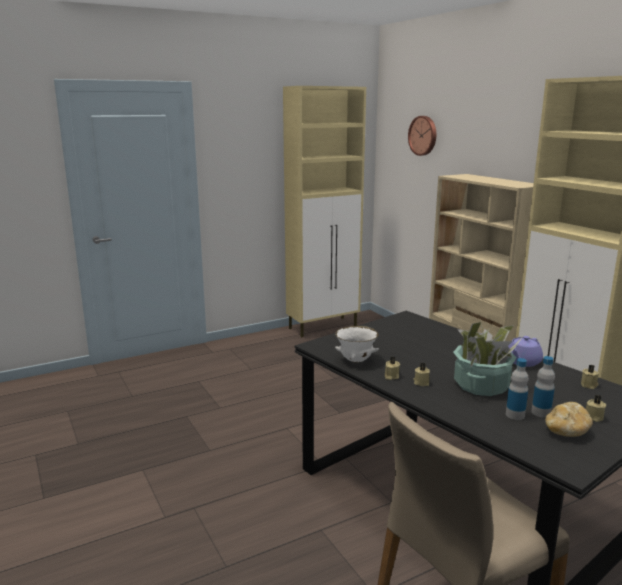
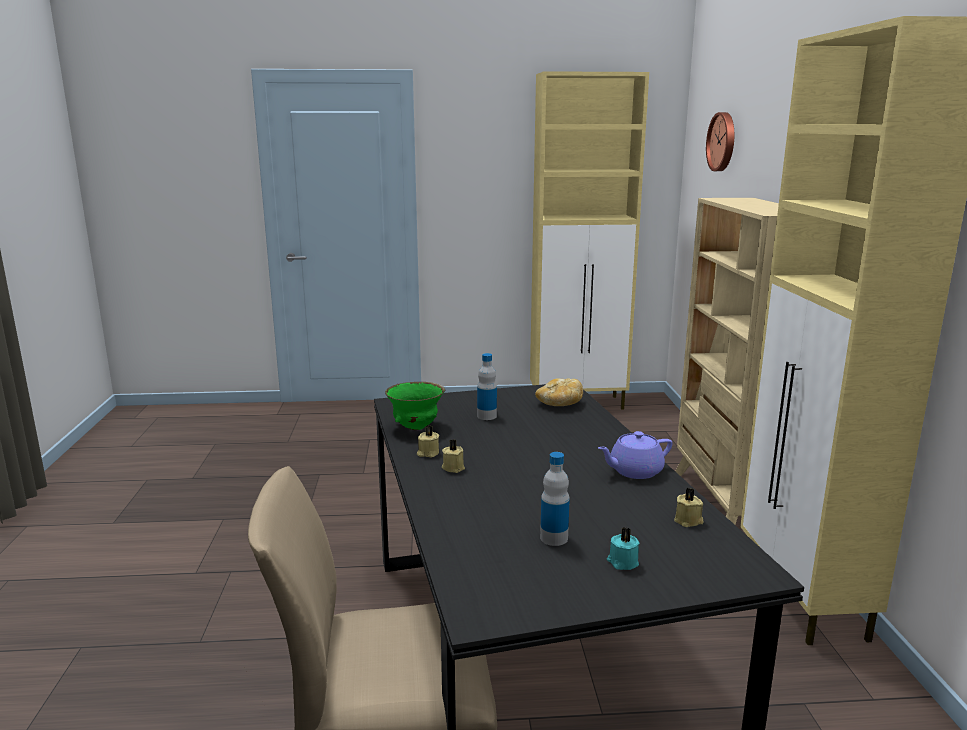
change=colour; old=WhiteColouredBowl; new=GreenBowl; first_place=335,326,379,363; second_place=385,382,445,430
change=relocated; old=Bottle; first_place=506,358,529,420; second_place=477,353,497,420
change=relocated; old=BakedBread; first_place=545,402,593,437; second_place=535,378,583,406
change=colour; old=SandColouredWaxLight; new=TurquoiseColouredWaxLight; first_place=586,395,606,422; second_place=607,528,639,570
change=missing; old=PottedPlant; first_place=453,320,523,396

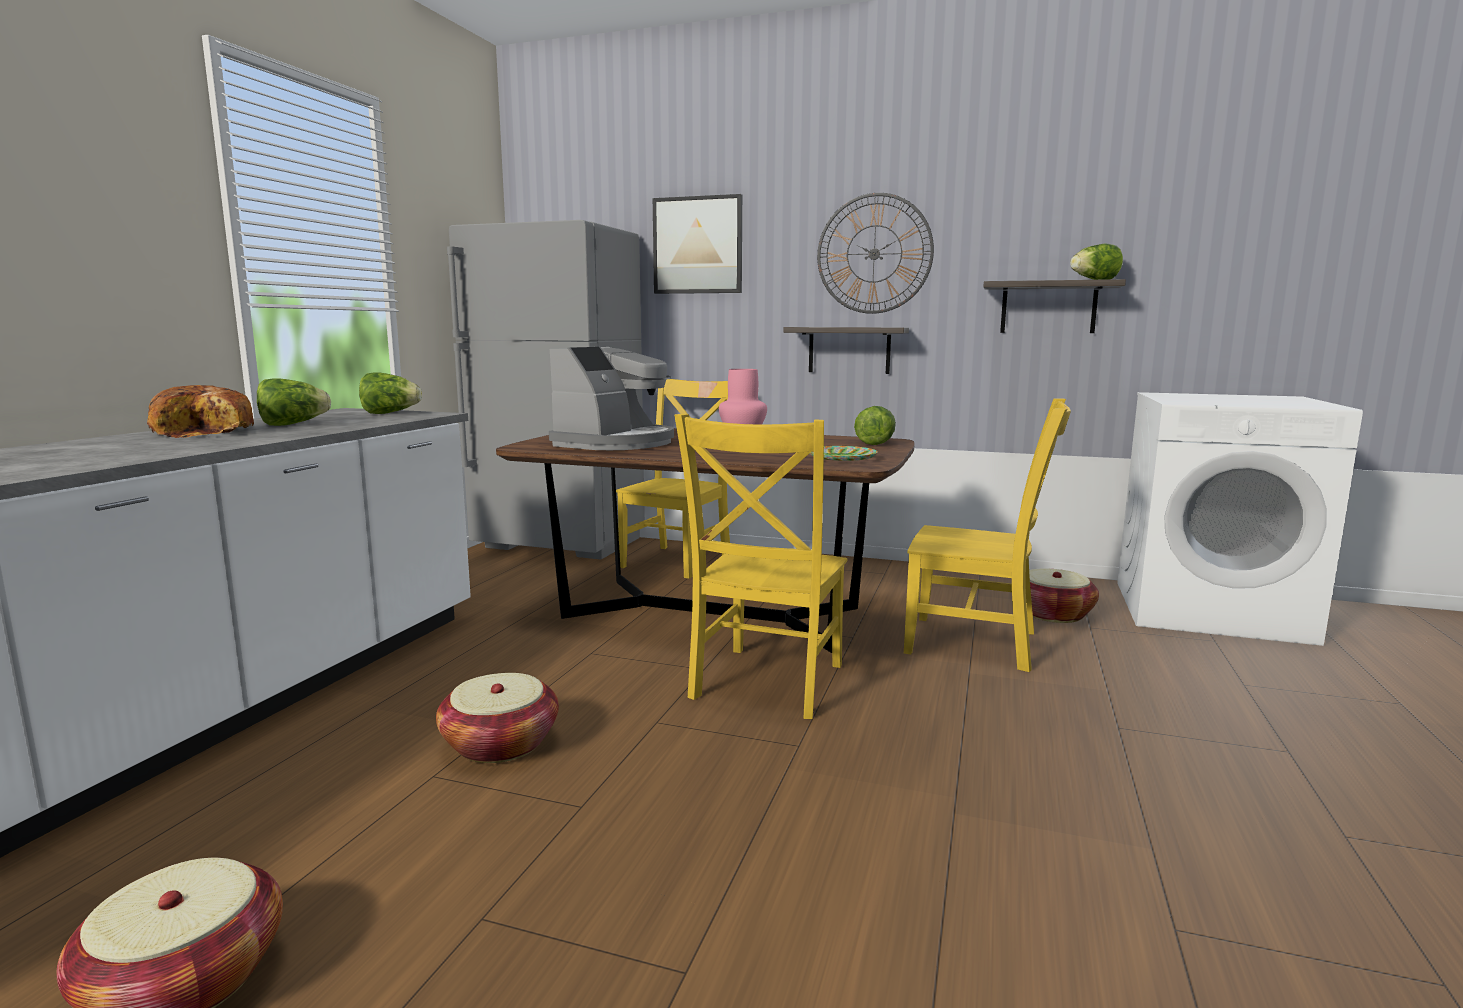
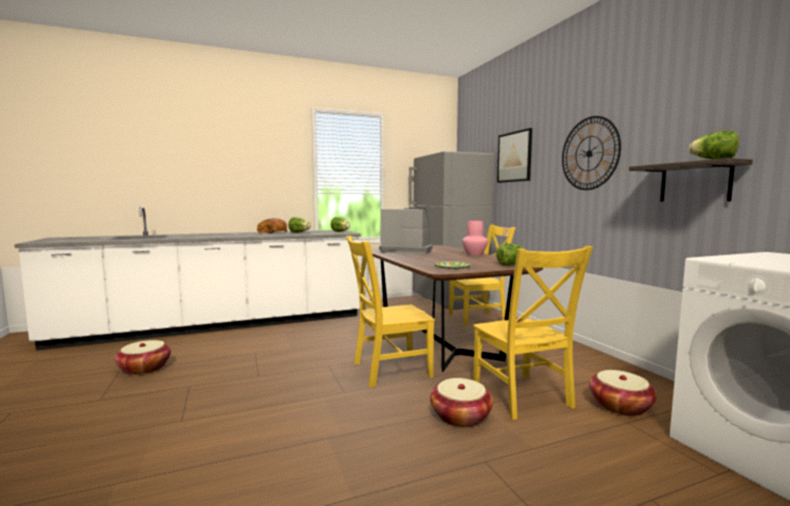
change=spun; old=CoffeeMachine; first_place=549,347,674,450; second_place=379,208,433,254; degrees=-150
change=relocated; old=StorageBasket; first_place=436,673,559,763; second_place=430,378,493,427
change=missing; old=Shelf; first_place=784,327,909,374

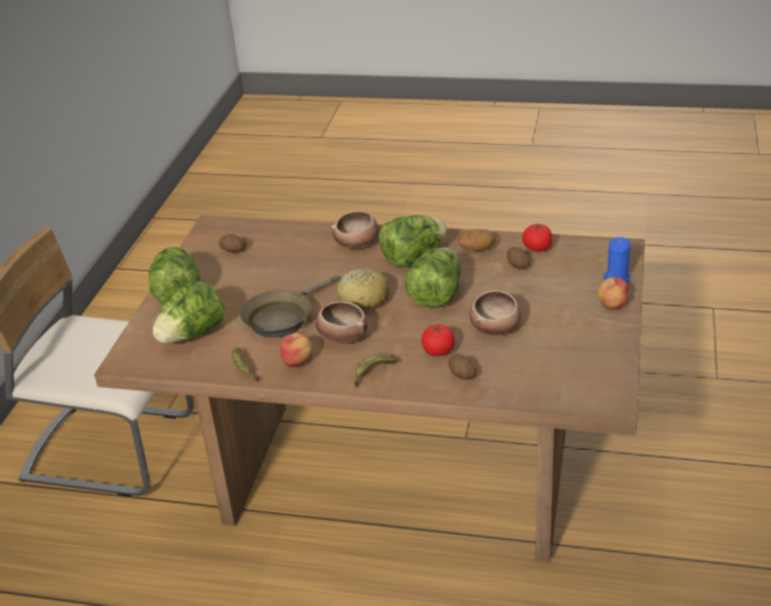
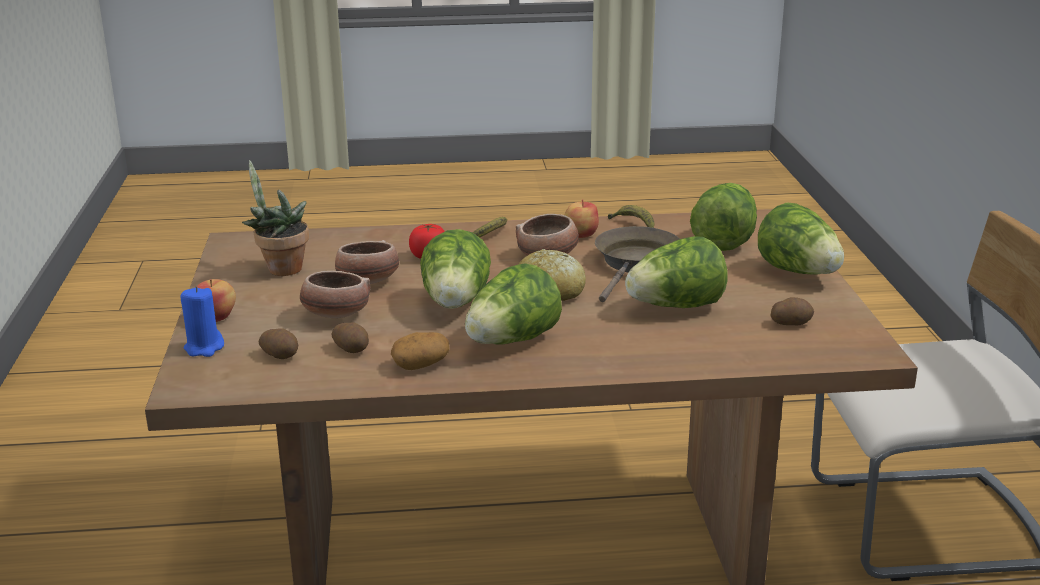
change=appeared; new=PottedPlant; second_place=242,160,309,276
change=relocated; old=Spud; first_place=448,354,477,380; second_place=259,328,298,359
change=relocated; old=Bowl; first_place=331,211,379,249; second_place=300,271,370,318
change=appeared; new=HeadOfLettuce; second_place=625,236,728,308
change=missing; old=WholeTomato; first_place=522,223,553,252

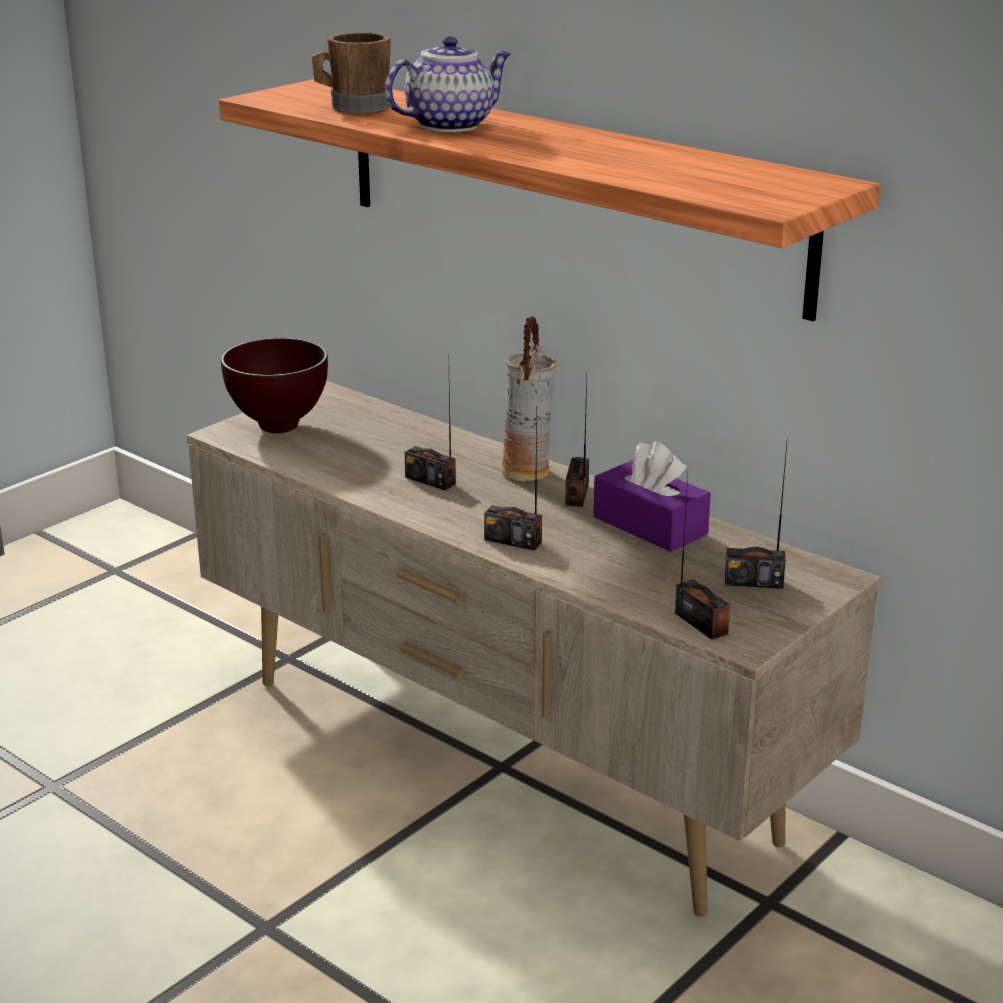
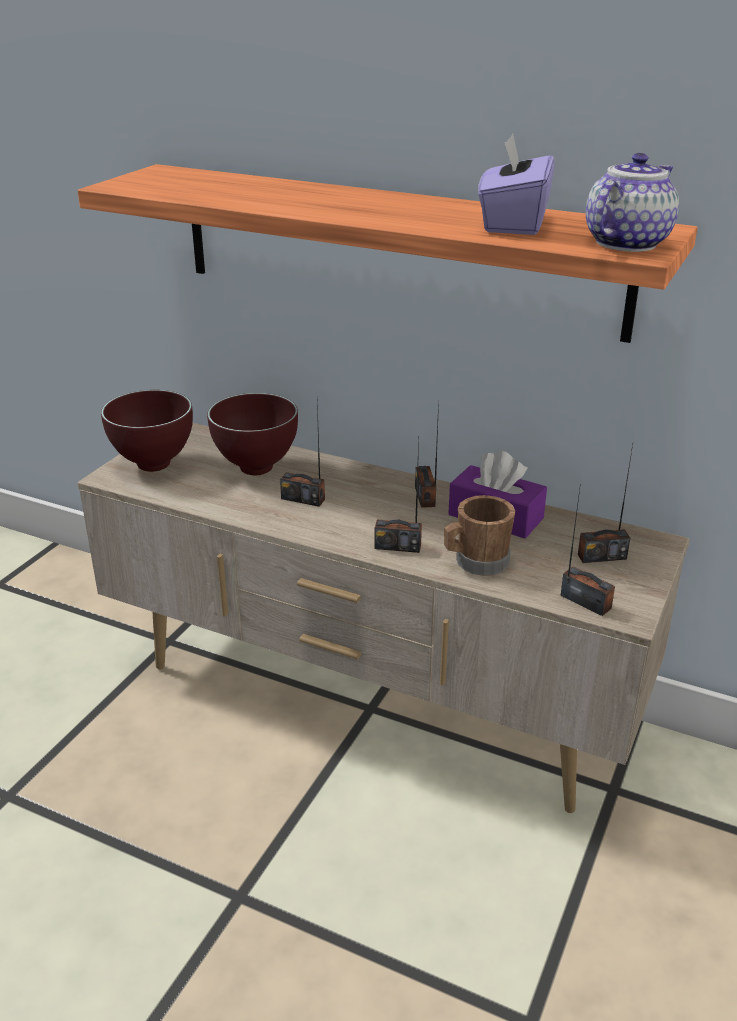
change=appeared; new=BrownishBowl; second_place=207,393,298,475
change=relocated; old=BrownishMug; first_place=312,32,391,114; second_place=444,495,515,576
change=appeared; new=PurplishTissueBox; second_place=478,133,555,235
change=relocated; old=PotForTea; first_place=385,36,511,132; second_place=586,153,679,252
change=missing; old=FlowerVase; first_place=501,317,556,481

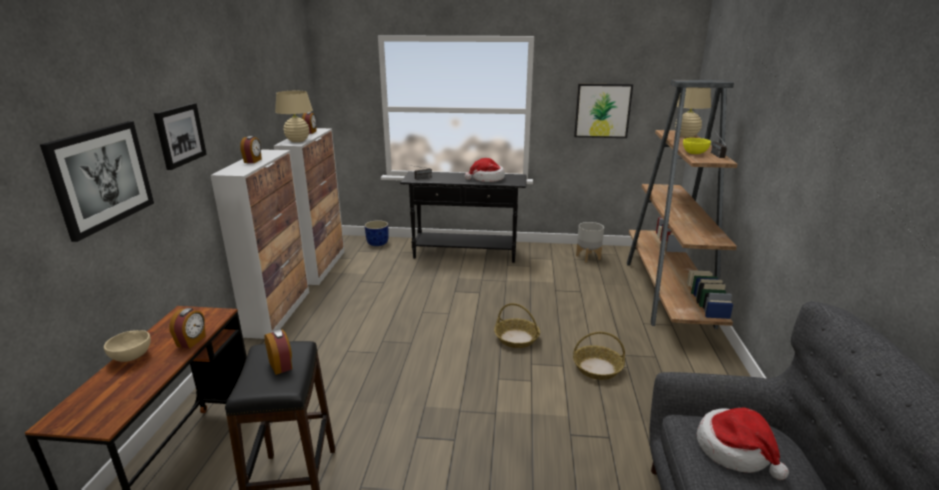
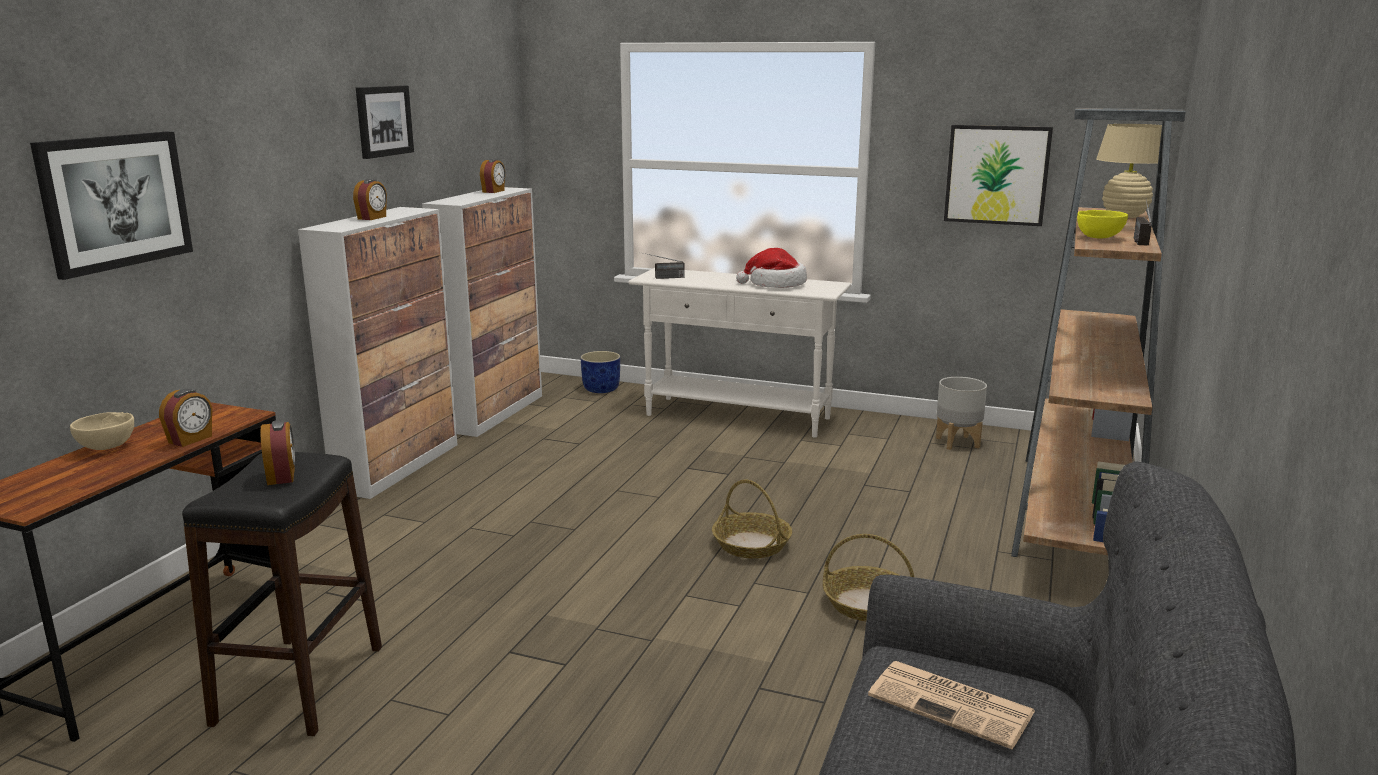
change=relocated; old=WallArt; first_place=154,103,207,170; second_place=356,85,414,159
change=colour; old=BlackNarrowTable; new=WhiteColouredNarrowTable; first_place=400,171,526,263; second_place=628,268,851,438
change=exchanged; old=WearableHat; new=PrintedPaper; first_place=697,408,789,480; second_place=868,661,1035,749
change=missing; old=SandColouredTableLamp; first_place=275,91,313,142

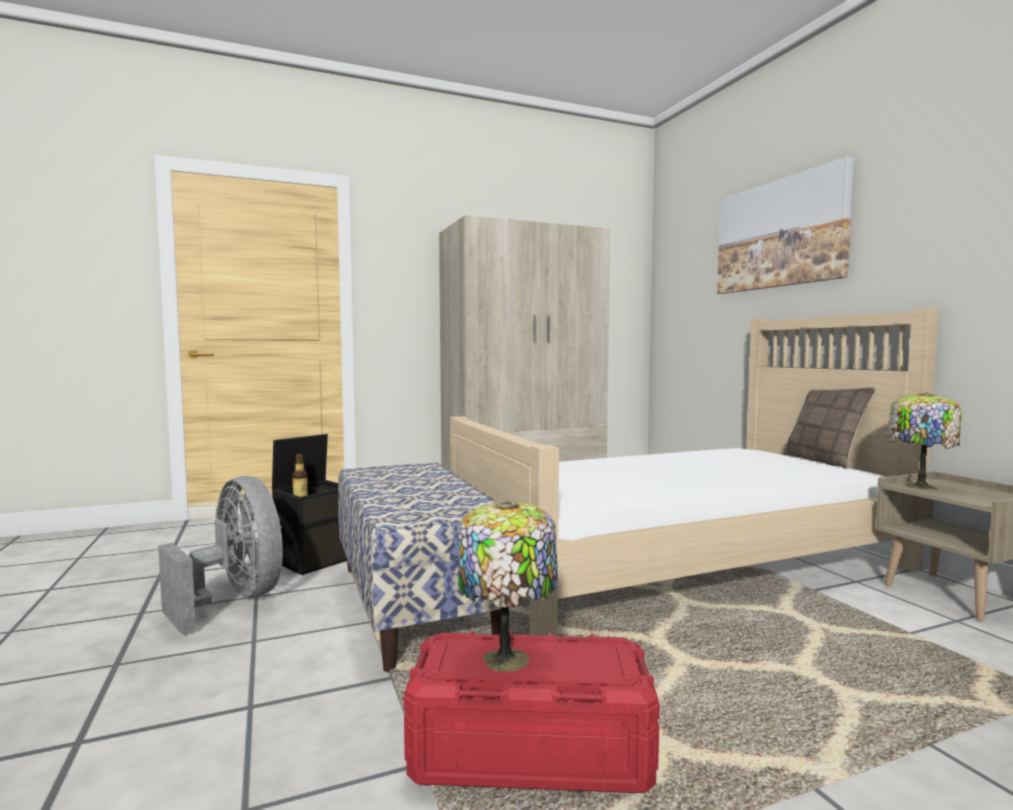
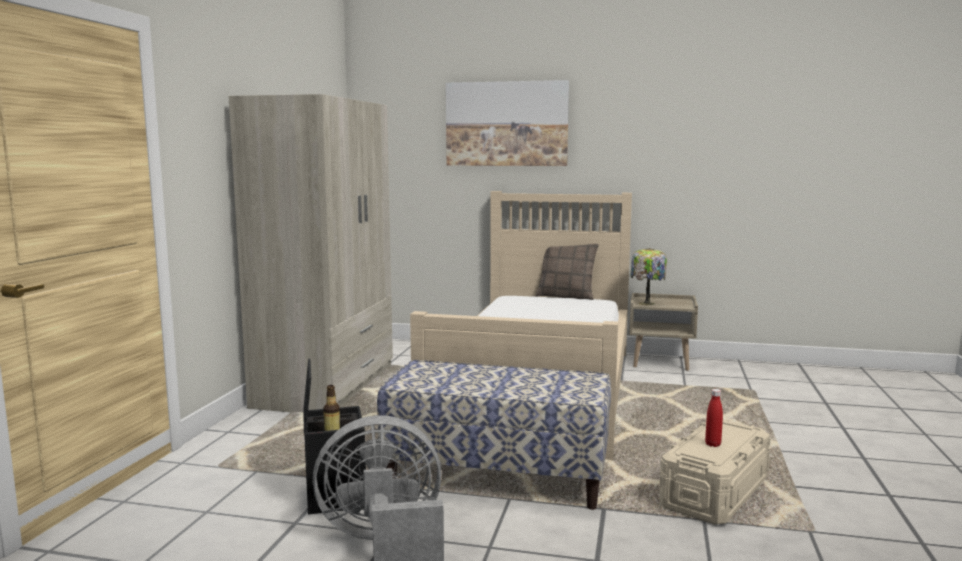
change=colour; old=ReddishStorageContainer; new=SandColouredStorageContainer; first_place=404,631,660,793; second_place=659,419,771,525
change=exchanged; old=TableLamp; new=ReddishBottle; first_place=457,501,558,672; second_place=705,389,723,447

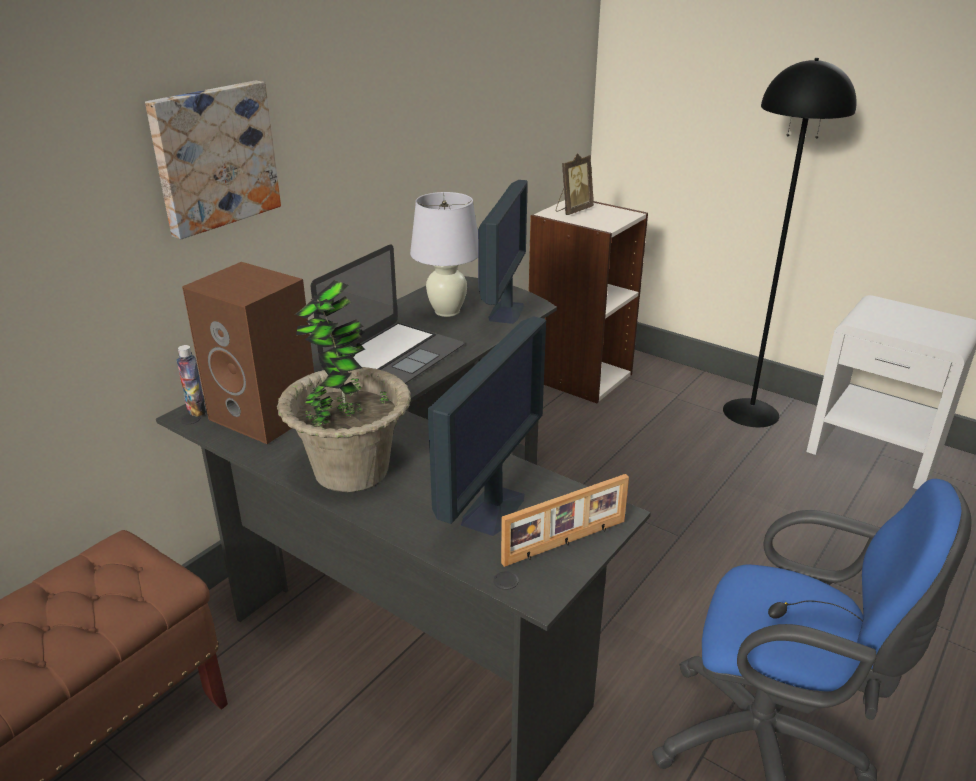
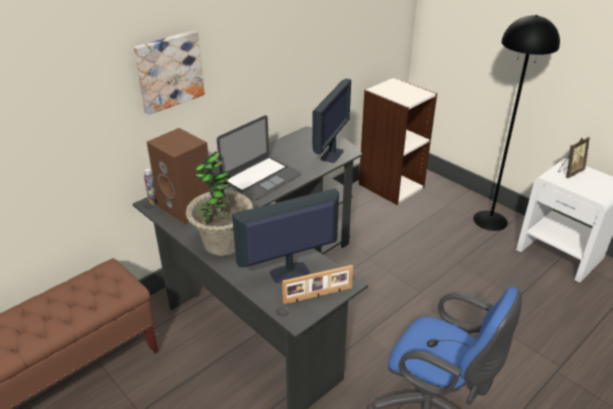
change=spun; old=Monitor; first_place=428,316,546,536; second_place=232,188,339,283; degrees=-150
change=relocated; old=PictureFrame; first_place=556,153,594,215; second_place=558,137,590,178
change=missing; old=WhiteColouredTableLamp; first_place=410,192,478,317

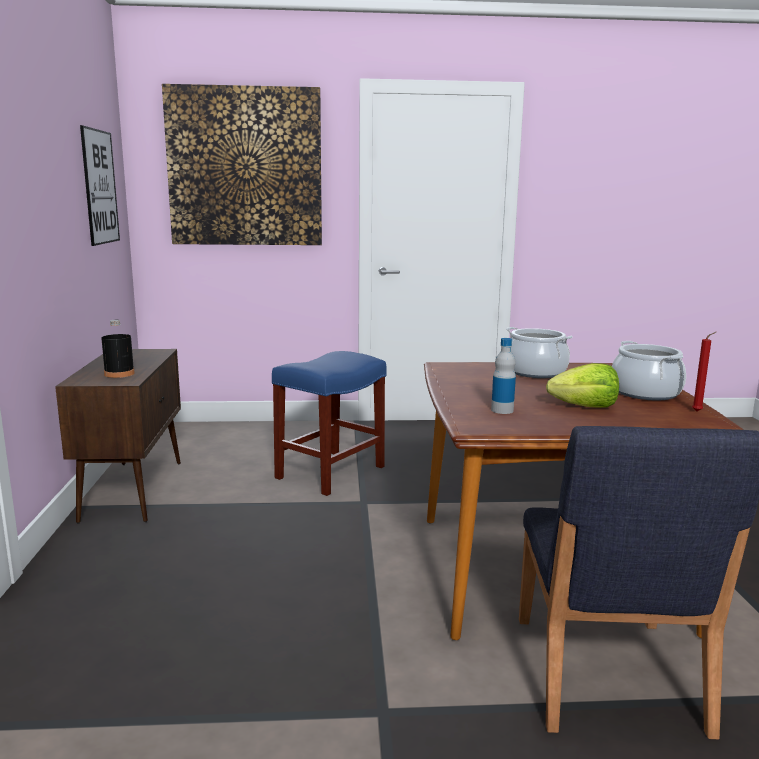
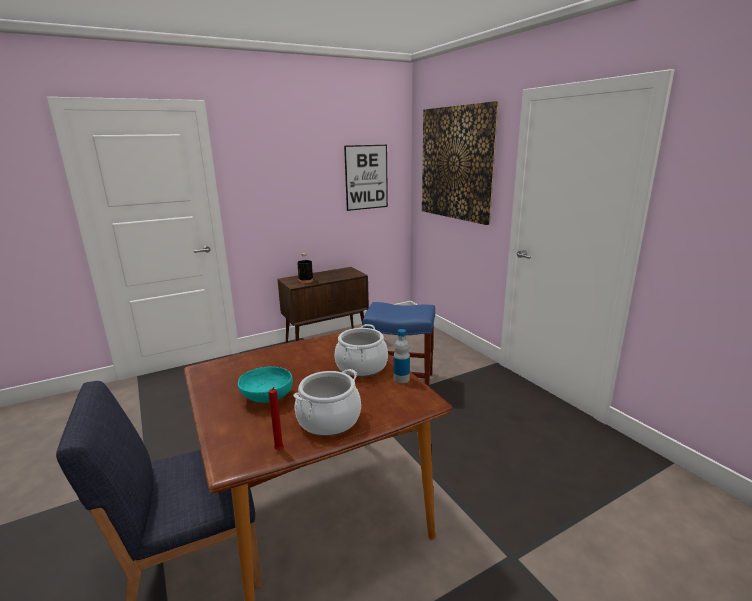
change=exchanged; old=HeadOfLettuce; new=TurquoiseColouredBowl; first_place=546,363,619,408; second_place=238,367,293,403
change=relocated; old=Bottle; first_place=491,338,516,414; second_place=394,329,410,383

